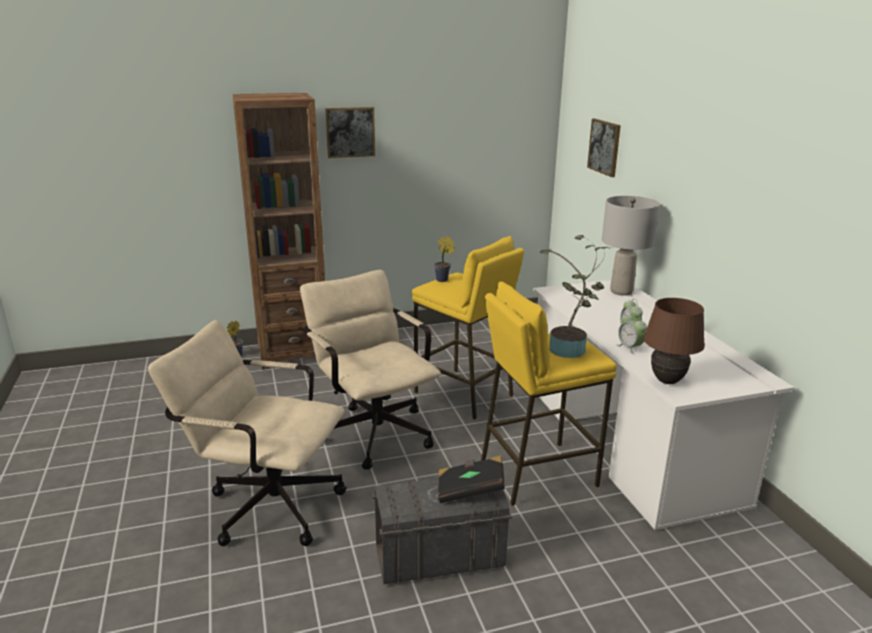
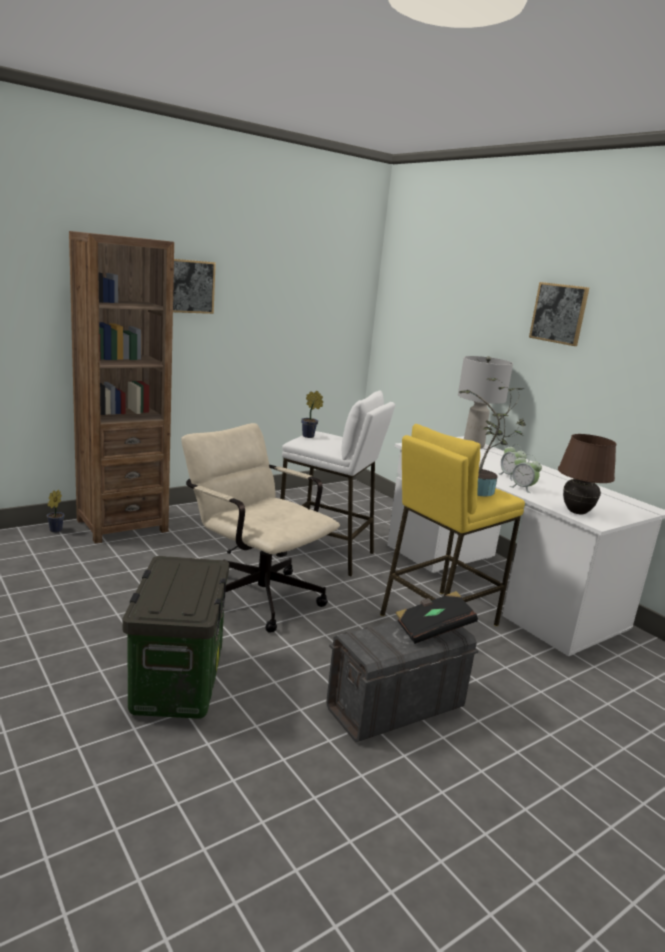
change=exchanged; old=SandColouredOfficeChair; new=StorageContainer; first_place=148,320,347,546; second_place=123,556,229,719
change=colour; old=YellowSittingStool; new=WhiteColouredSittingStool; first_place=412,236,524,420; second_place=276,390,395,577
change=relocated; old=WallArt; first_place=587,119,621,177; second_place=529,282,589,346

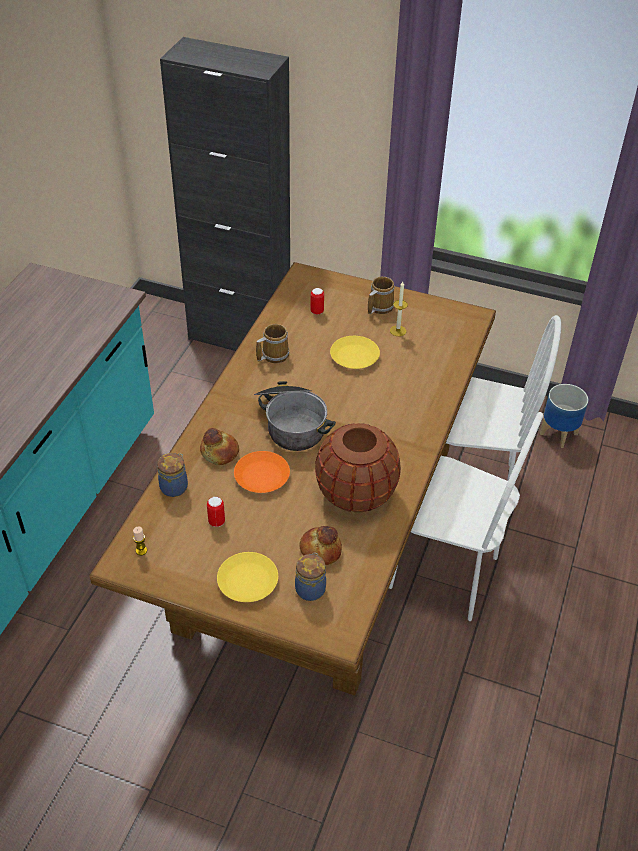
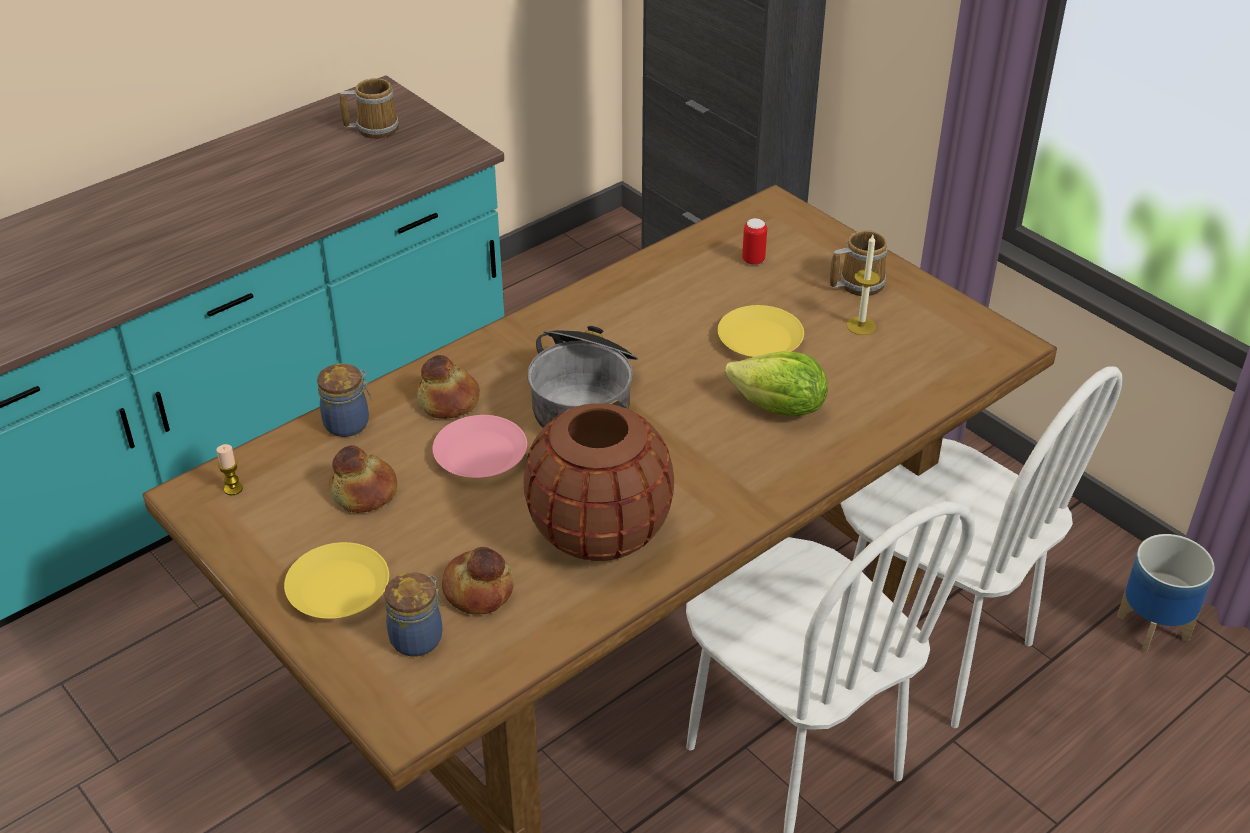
change=exchanged; old=Can; new=BakedBread; first_place=207,497,225,527; second_place=329,445,397,513
change=relocated; old=Mug; first_place=256,324,289,363; second_place=340,78,398,139
change=colour; old=OrangeColouredPlate; new=PinkishPlate; first_place=234,451,290,493; second_place=433,415,527,478
change=appeared; new=HeadOfLettuce; second_place=725,351,828,417

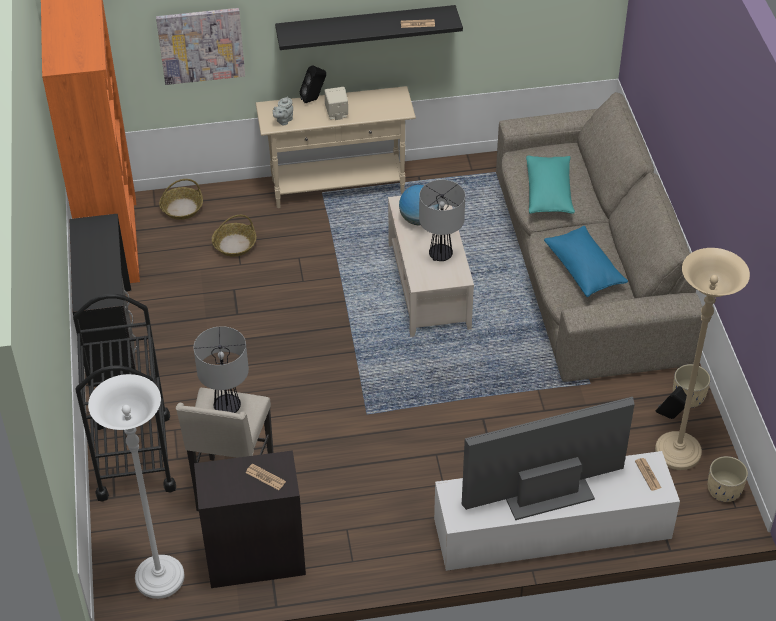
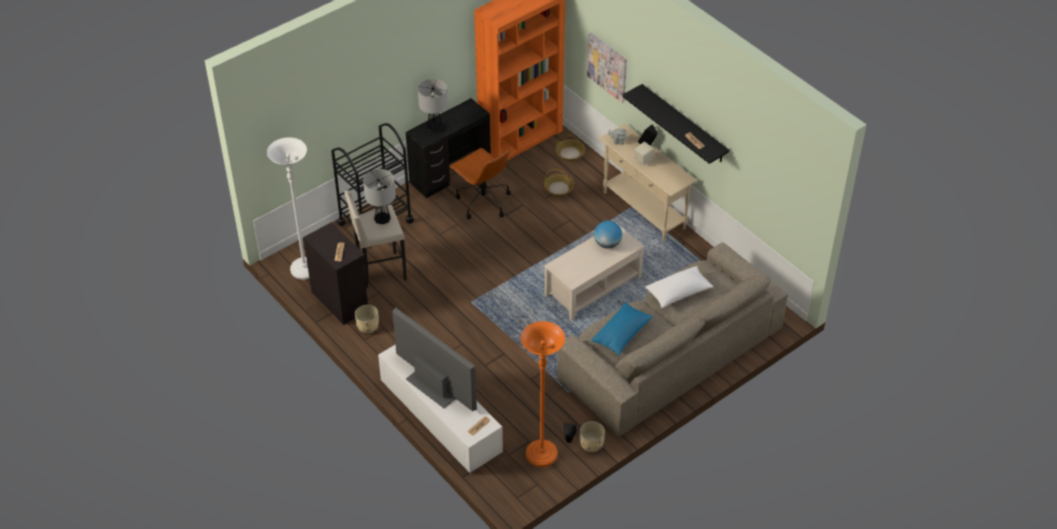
change=relocated; old=SandColouredPlantPot; first_place=708,456,748,502; second_place=355,305,379,333
change=relocated; old=TableLamp; first_place=419,180,465,261; second_place=418,79,448,133
change=appeared; new=BrownishOfficeChair; second_place=449,148,511,219
change=colour; old=SandColouredStandardLamp; new=OrangeColouredStandardLamp; first_place=655,248,750,470; second_place=521,321,565,467
change=colour; old=TurquoiseColouredPillow; new=WhiteColouredPillow; first_place=526,156,575,214; second_place=645,266,714,308

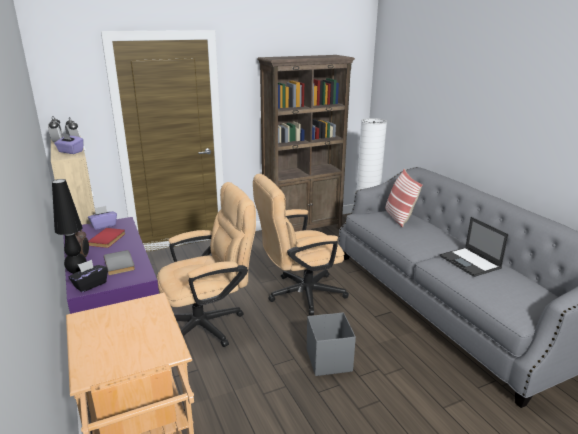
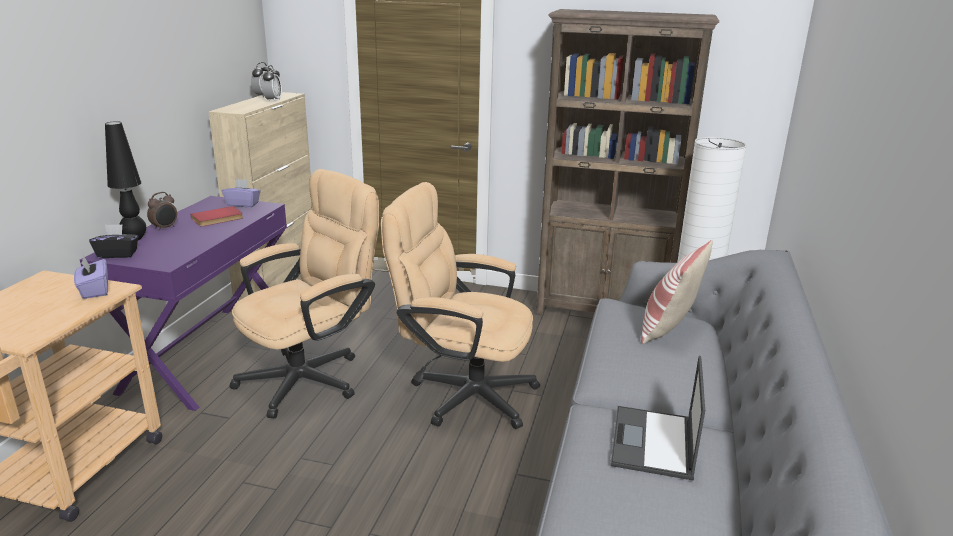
change=relocated; old=PurplishTissueBox; first_place=54,133,84,154; second_place=74,256,108,299
change=spun; old=SandColouredOfficeChair; first_place=157,182,256,347; second_place=230,169,379,418; degrees=-60
change=missing; old=GrayBook; first_place=104,250,135,275
change=missing; old=GrayStorageContainer; first_place=307,312,356,376

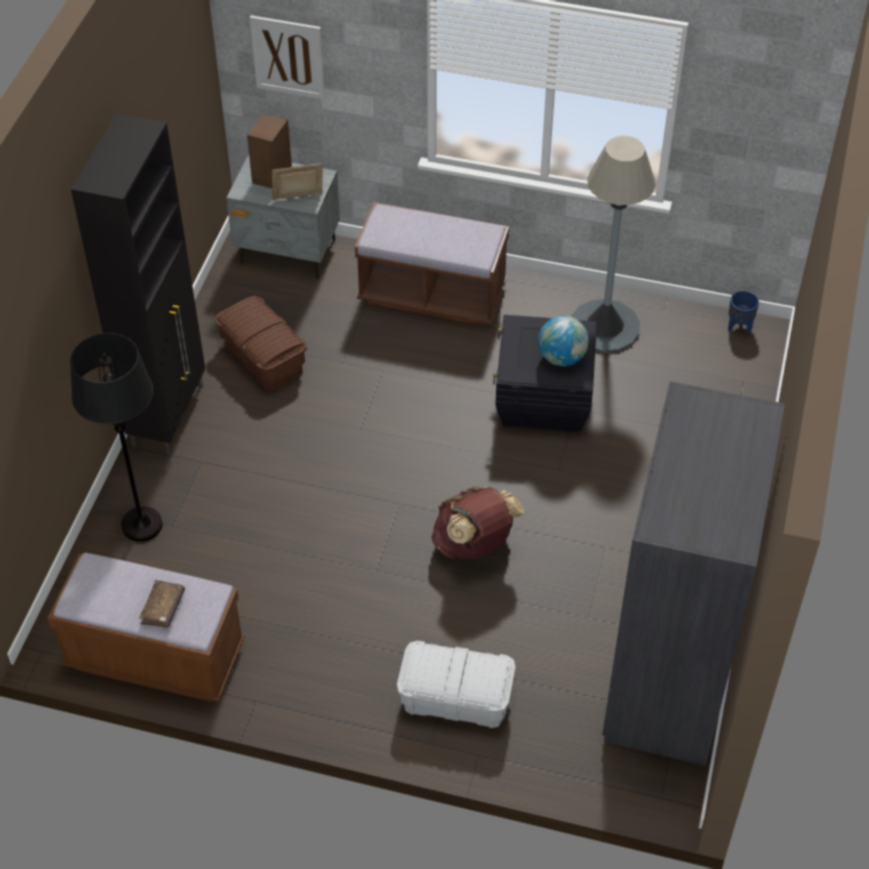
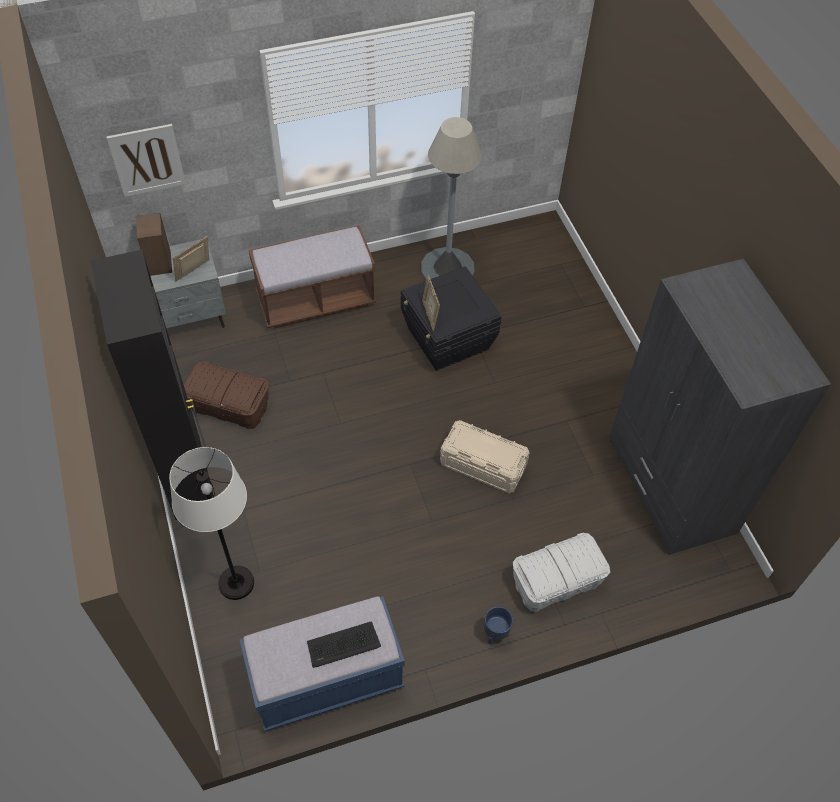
change=colour; old=BlackStandardLamp; new=WhiteColouredStandardLamp; first_place=70,333,163,542; second_place=169,447,254,600
change=colour; old=BrownishBench; new=BlueBench; first_place=48,553,245,702; second_place=240,596,405,732
change=exchanged; old=BrownishBook; new=ComputerKeyboard; first_place=139,580,185,628; second_place=307,621,381,668
change=appeared; new=PictureFrame; second_place=422,274,440,331
change=exchanged; old=BrownishRucksack; new=SandColouredStorageContainer; first_place=431,486,524,560; second_place=440,420,529,493
change=relocated; old=BluePlantPot; first_place=728,291,759,334; second_place=484,606,513,644
change=missing; old=WorldGlobe; first_place=538,316,589,366

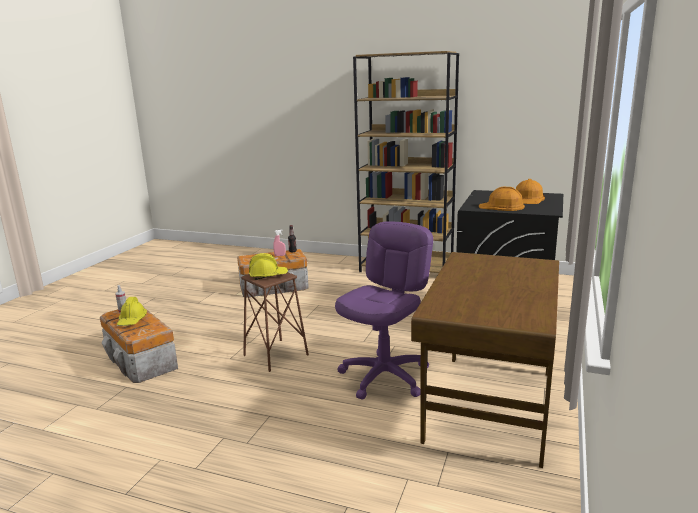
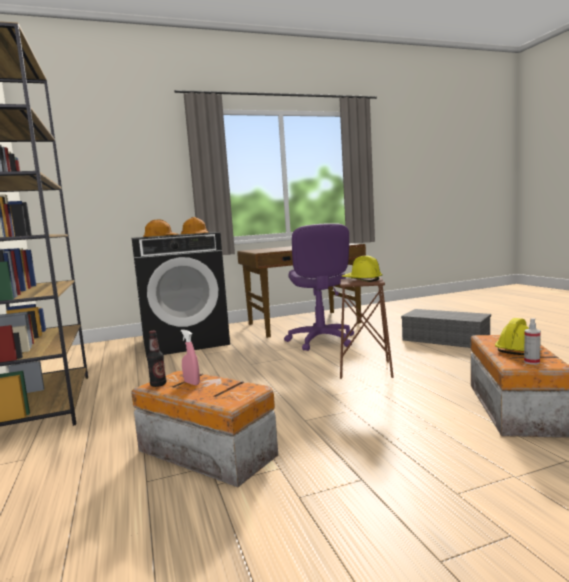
change=spun; old=PurplishOfficeChair; first_place=335,221,433,399; second_place=284,223,354,351; degrees=-90
change=appeared; new=GrayStorageContainer; second_place=401,309,491,348

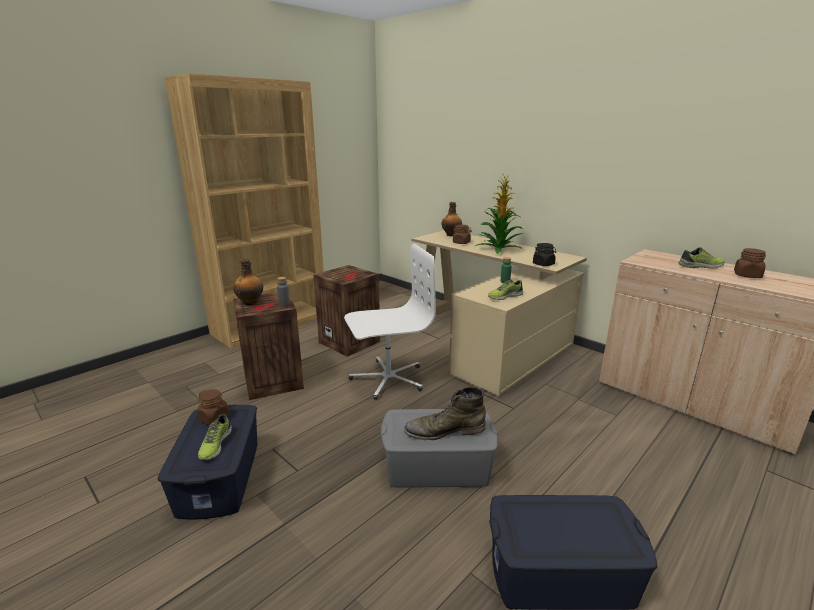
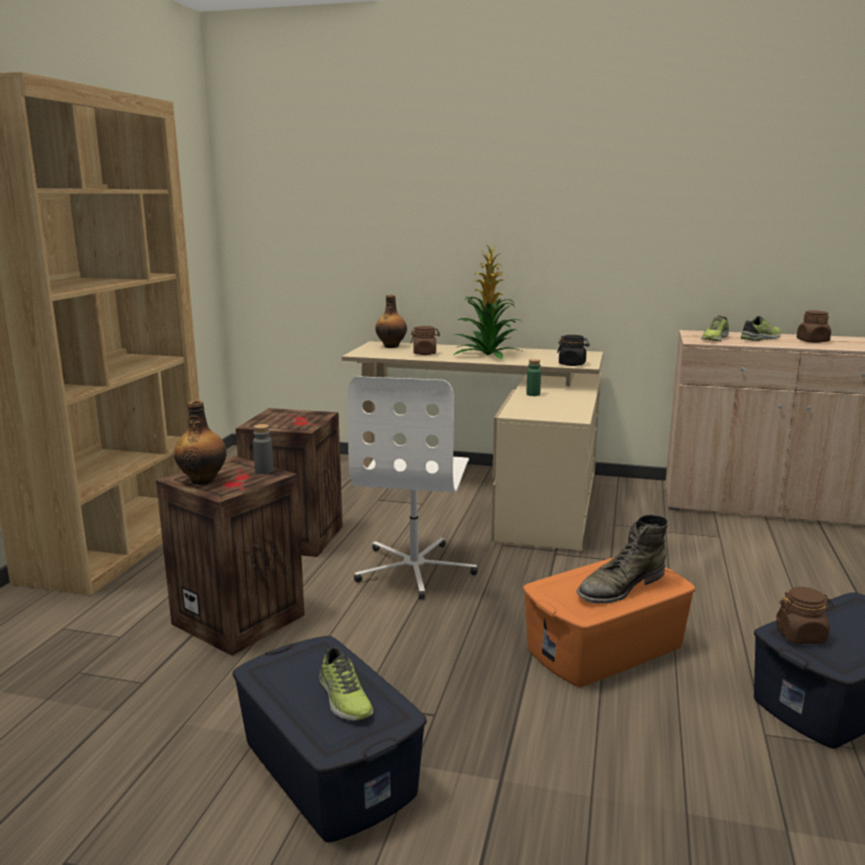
change=spun; old=WhiteColouredOfficeChair; first_place=344,244,436,400; second_place=348,376,478,599; degrees=150
change=colour; old=GrayStorageContainer; new=OrangeColouredStorageContainer; first_place=381,409,498,487; second_place=523,557,696,687
change=relocated; old=LowShoe; first_place=488,279,523,300; second_place=701,315,729,341
change=relocated; old=BrownishStorageJar; first_place=197,389,229,425; second_place=776,587,834,644

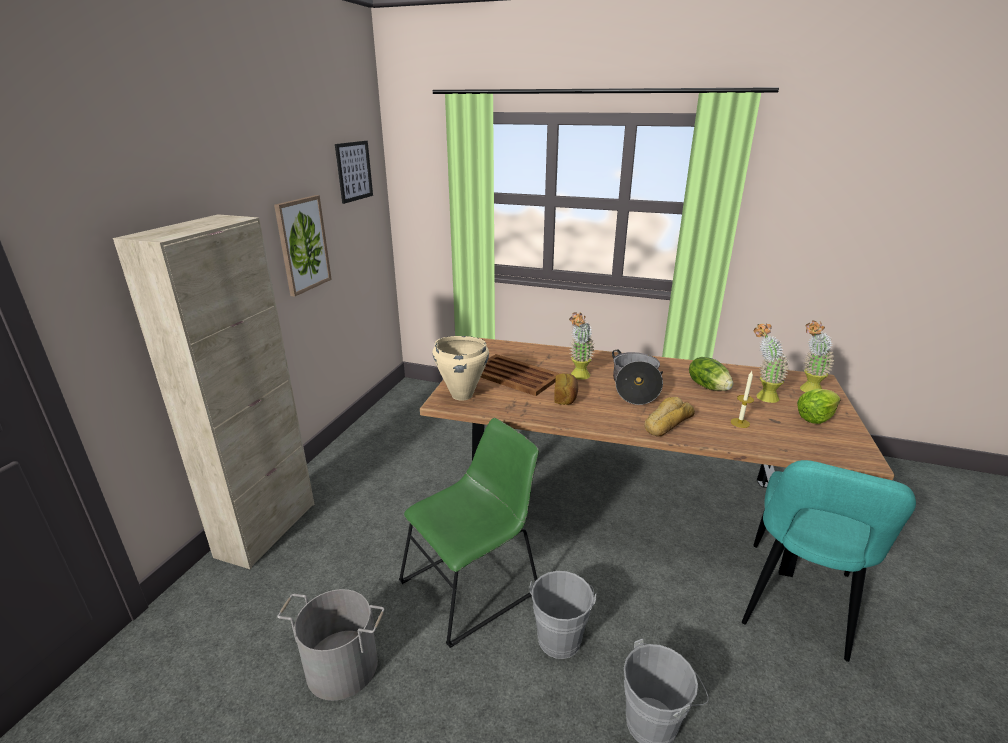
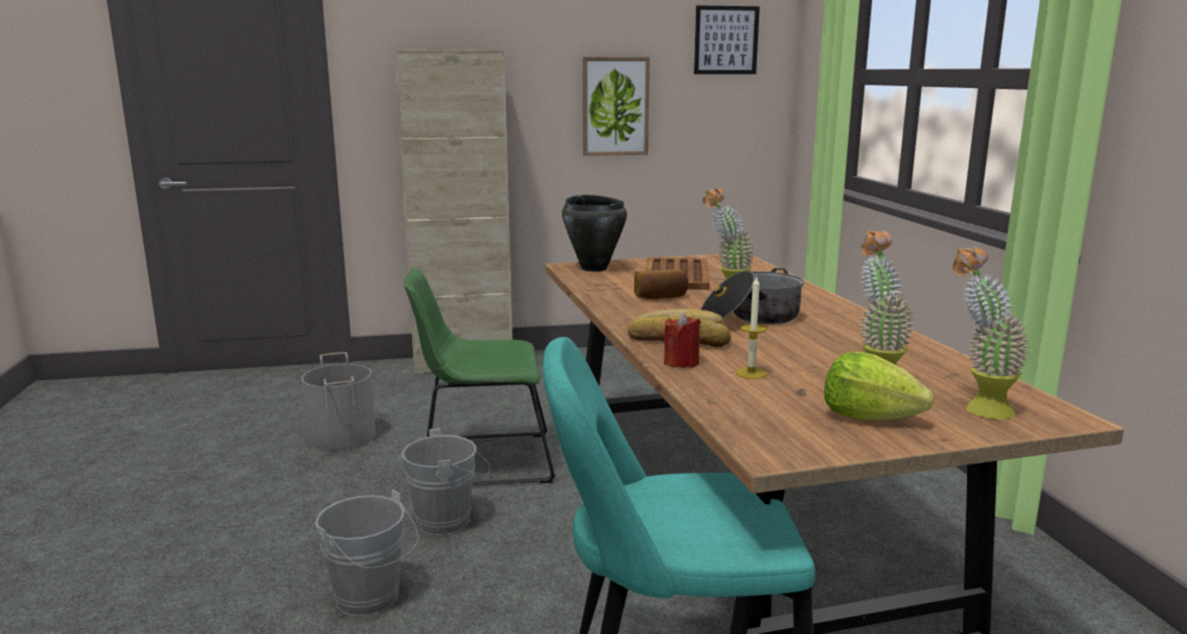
change=spun; old=GreenChair; first_place=399,418,539,648; second_place=404,268,555,485; degrees=150
change=colour; old=SandColouredCookingPot; new=BlackCookingPot; first_place=433,336,489,401; second_place=562,195,627,272
change=appeared; new=ReddishWaxLight; second_place=664,313,701,368
change=missing; old=HeadOfLettuce; first_place=689,357,733,391

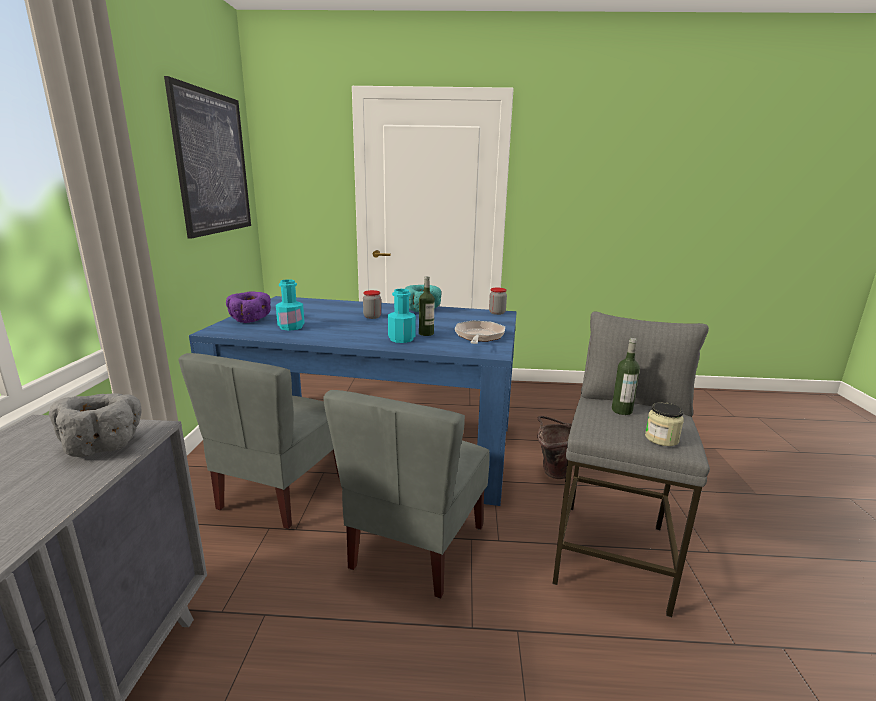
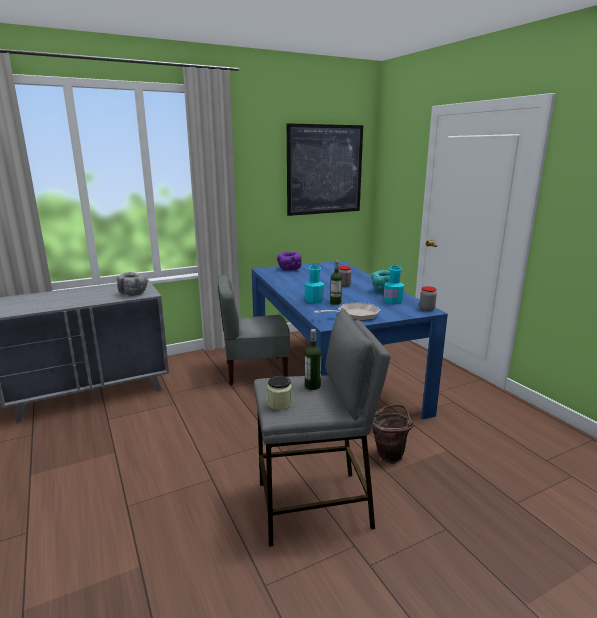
change=relocated; old=TurquoiseColouredBottle; first_place=276,279,304,331; second_place=384,266,404,304
change=missing; old=GrayChair; first_place=323,390,489,598

